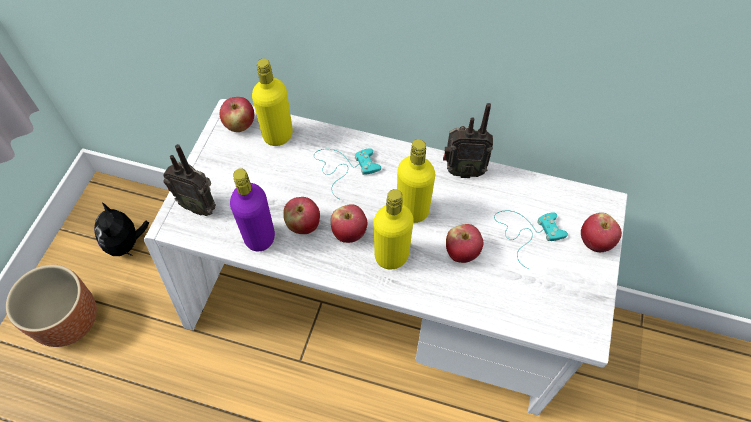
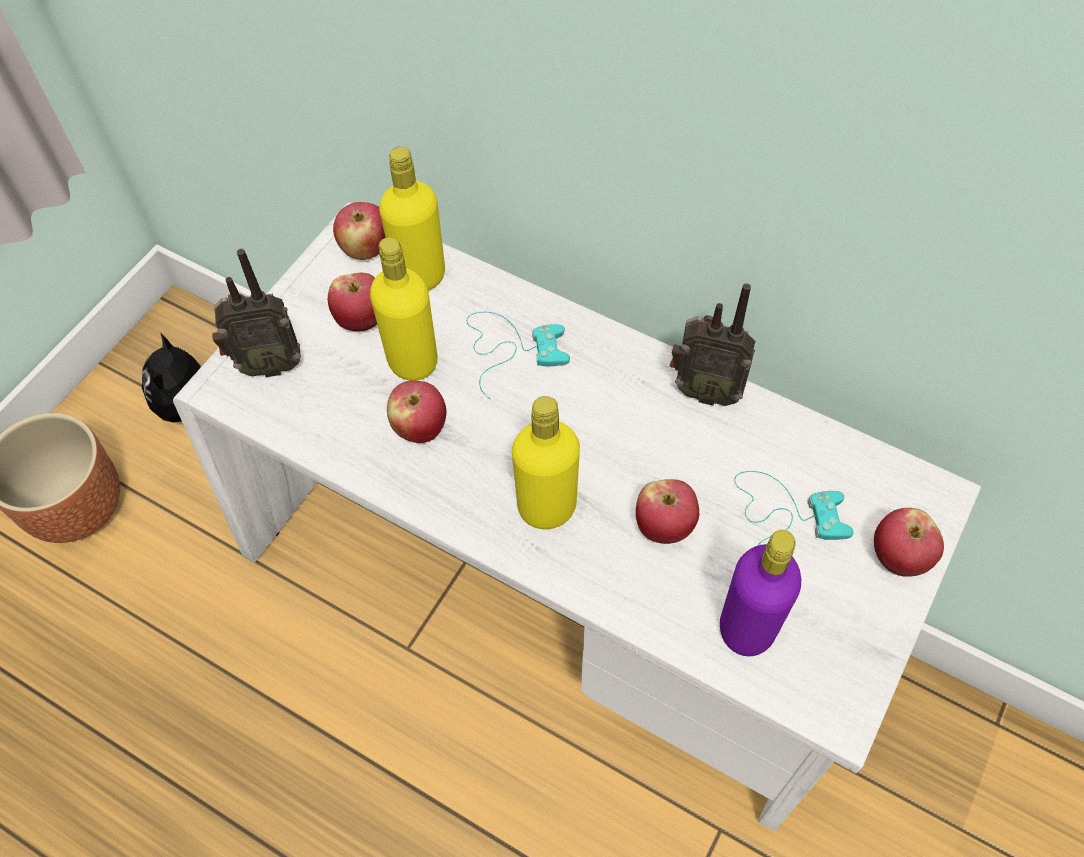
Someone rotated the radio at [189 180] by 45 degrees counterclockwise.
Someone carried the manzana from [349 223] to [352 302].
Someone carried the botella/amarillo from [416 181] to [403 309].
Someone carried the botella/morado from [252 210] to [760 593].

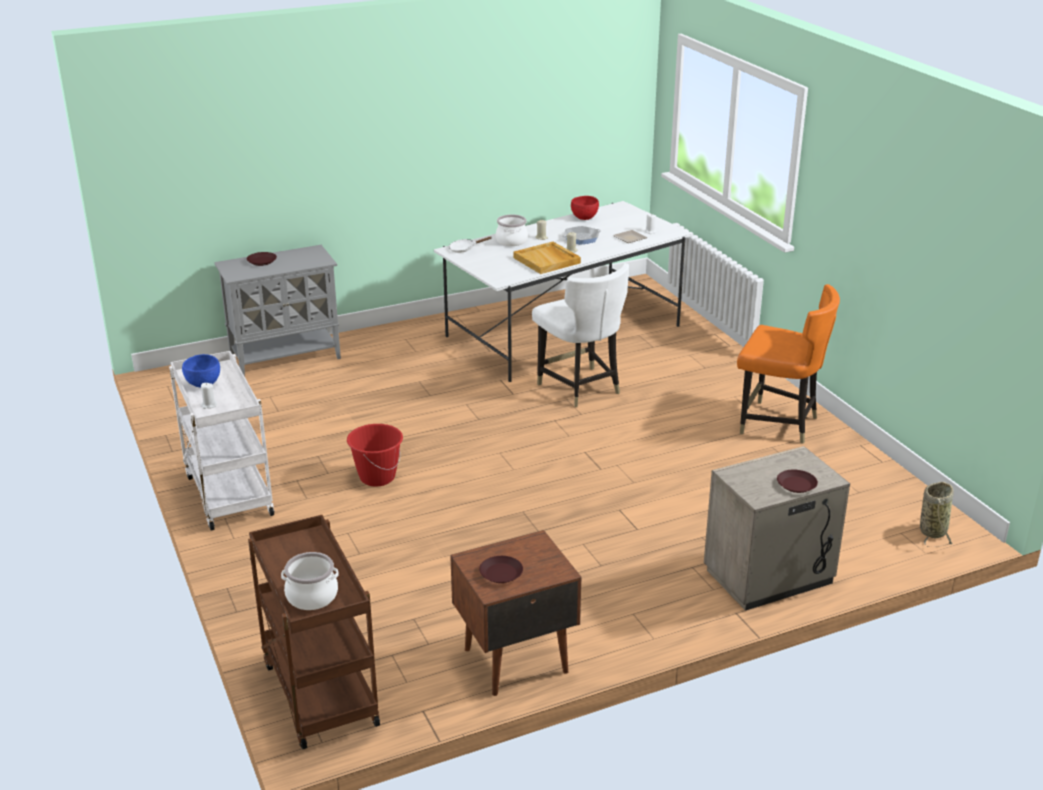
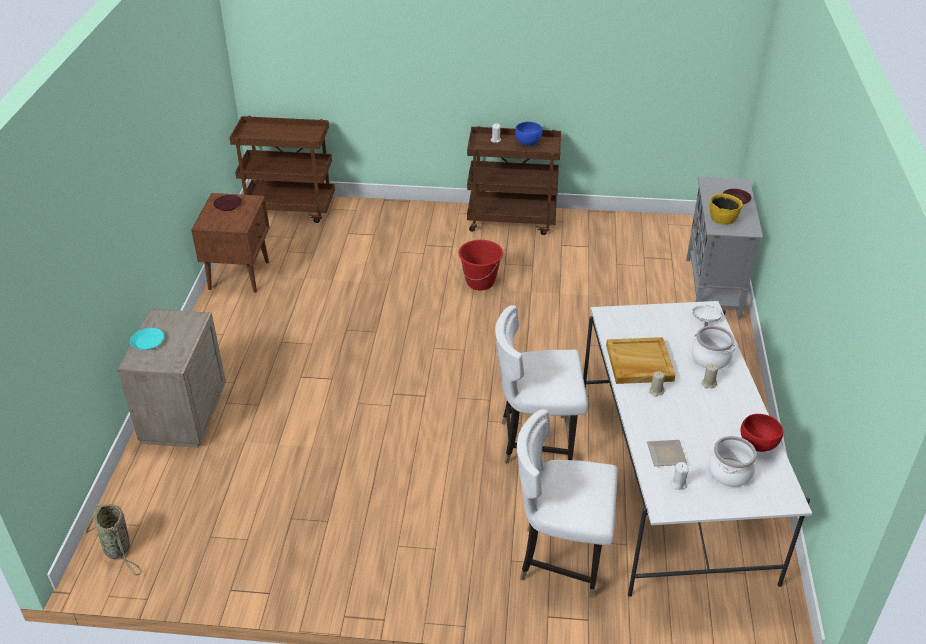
Someone repainted the plato/marrón at [797 481], which became the plato/turquesa at [147 339].
Someone repainted the carrito/blanco at [221 440], which became the carrito/marrón at [514 180].
Someone put down the silla/blanco at [567 503].
Someone carried the olla from [310 581] to [732 461].
Someone put down the cuenco/amarillo at [726 208].
Someone took away the sartén at [581 235].
Someone took away the silla/naranja at [788 364].

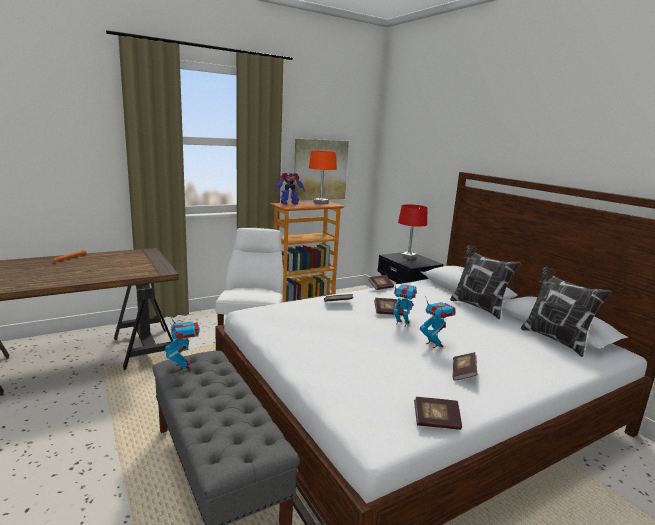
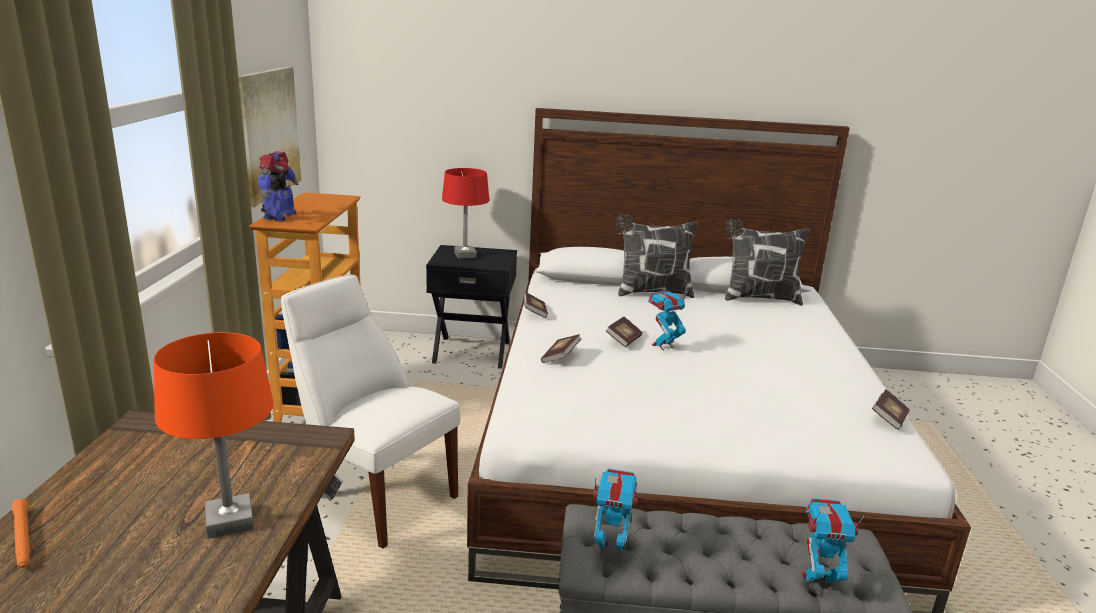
Someone carried the lámpara de mesa/naranja from [323 178] to [214 435].
Someone carried the robot de juguete from [437 322] to [832 546].
Someone took away the libro at [465 366].

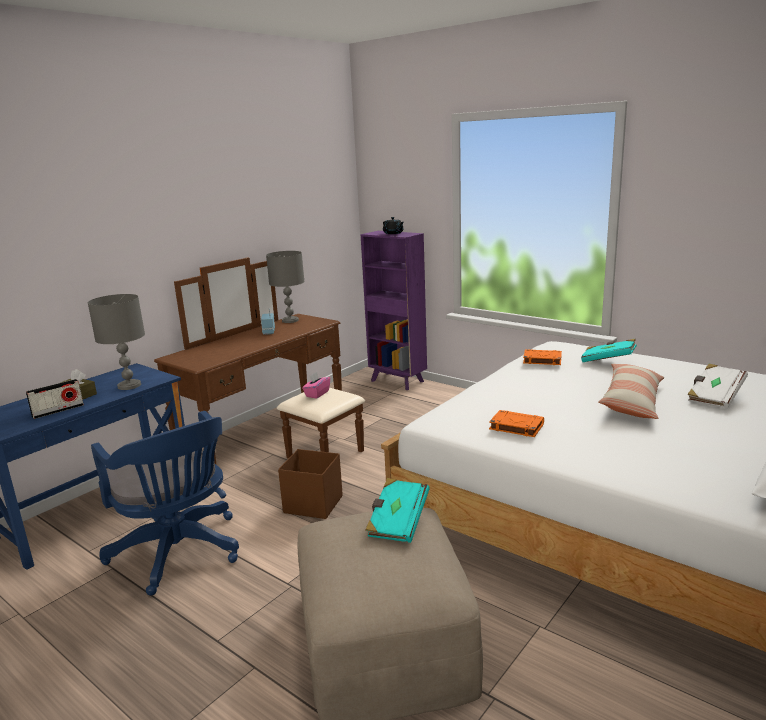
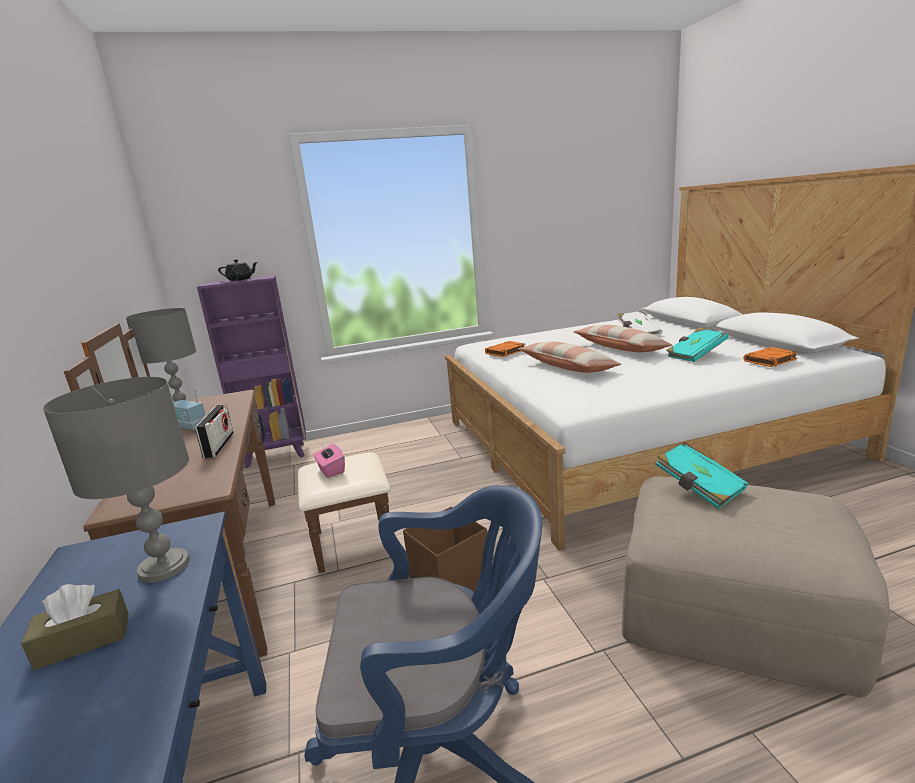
Someone carried the radio from [55 399] to [214 431].
Someone put down the cojín at [569 357].
Someone carried the libro/turquesa from [609 350] to [697 345].
Someone carried the libro/naranja from [516 423] to [770 357].

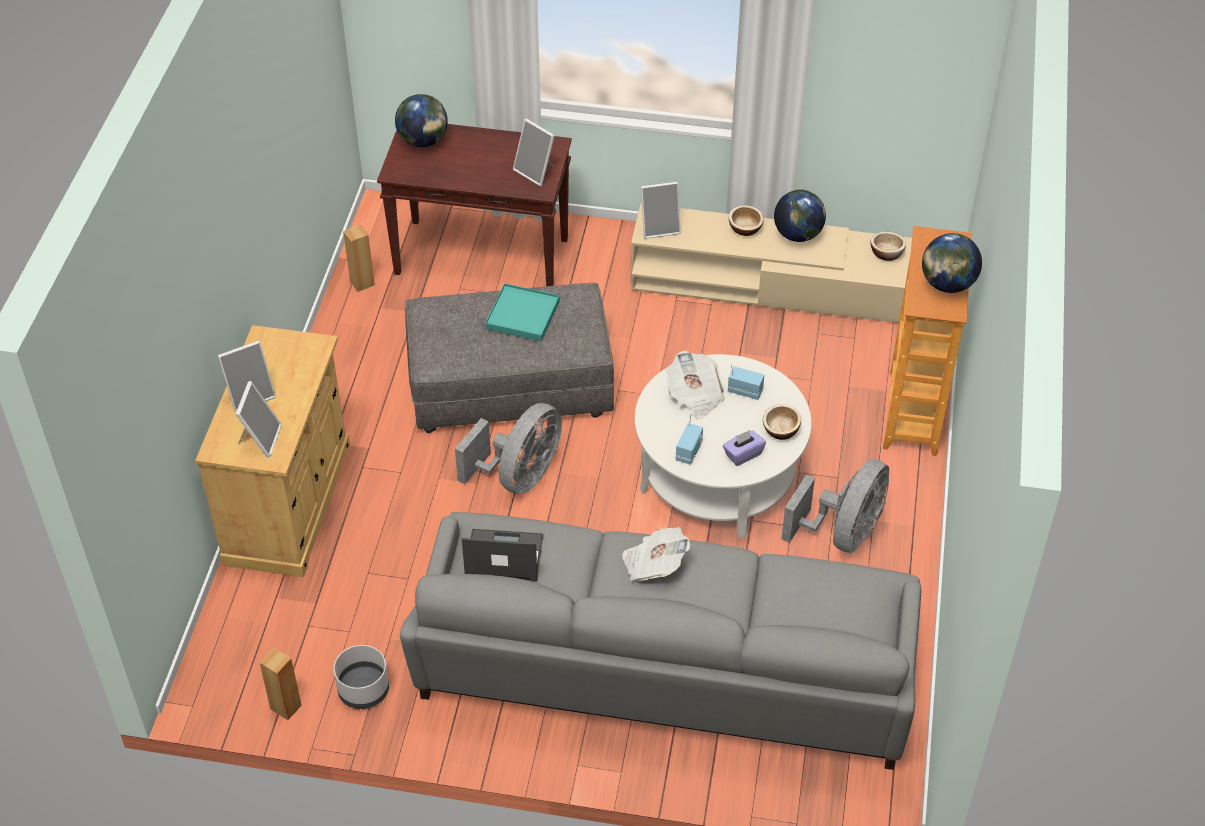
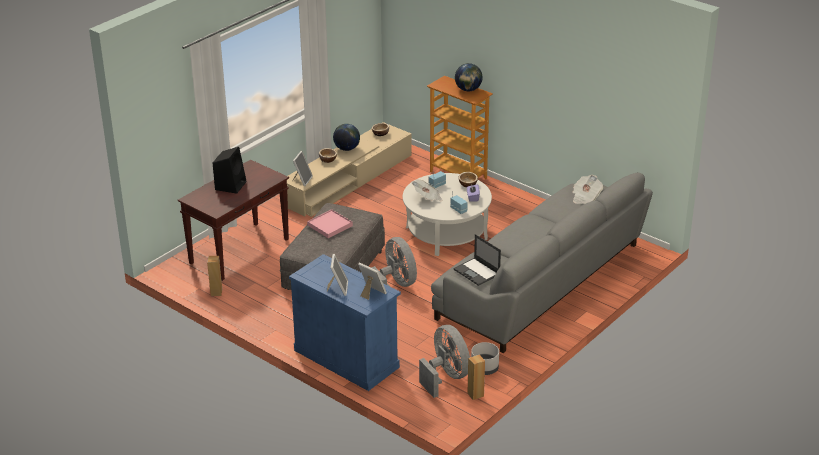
Someone put down the altavoz/negro at [230 170].
Someone repainted the armario/beis at [272 451], which became the armario/azul at [345 322].
Someone repainted the bandeja/turquesa at [522 312], which became the bandeja/rosa at [330 223].
Someone carried the ventilador/gris from [835 506] to [444 361].
Someone rotated the portátil at [502 555] by 75 degrees counterclockwise.
Someone carried the periódico from [656 554] to [587 189].
Someone took away the globo terráqueo at [421 120].
Someone took away the portarretratos at [534 152].

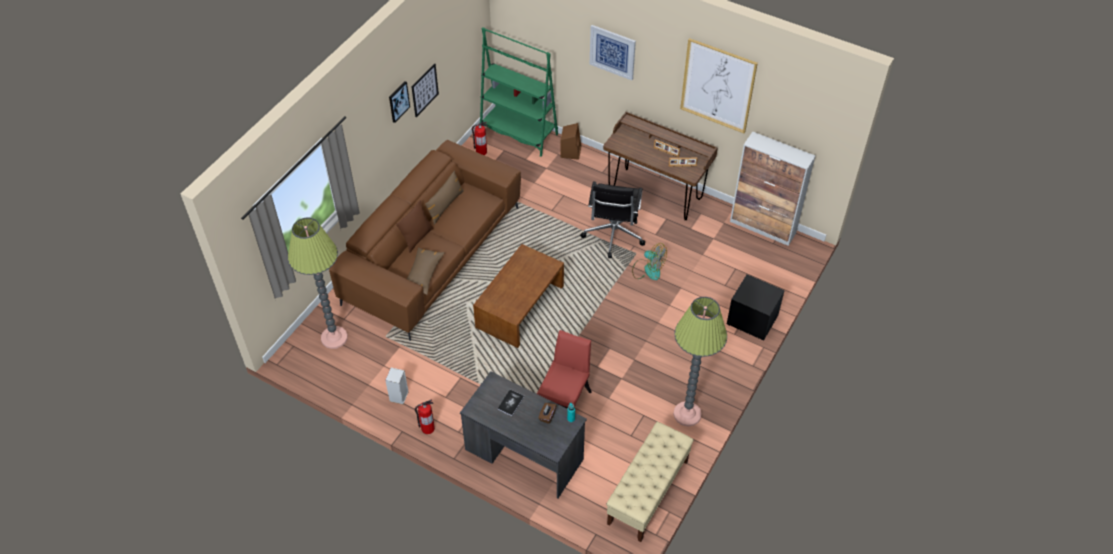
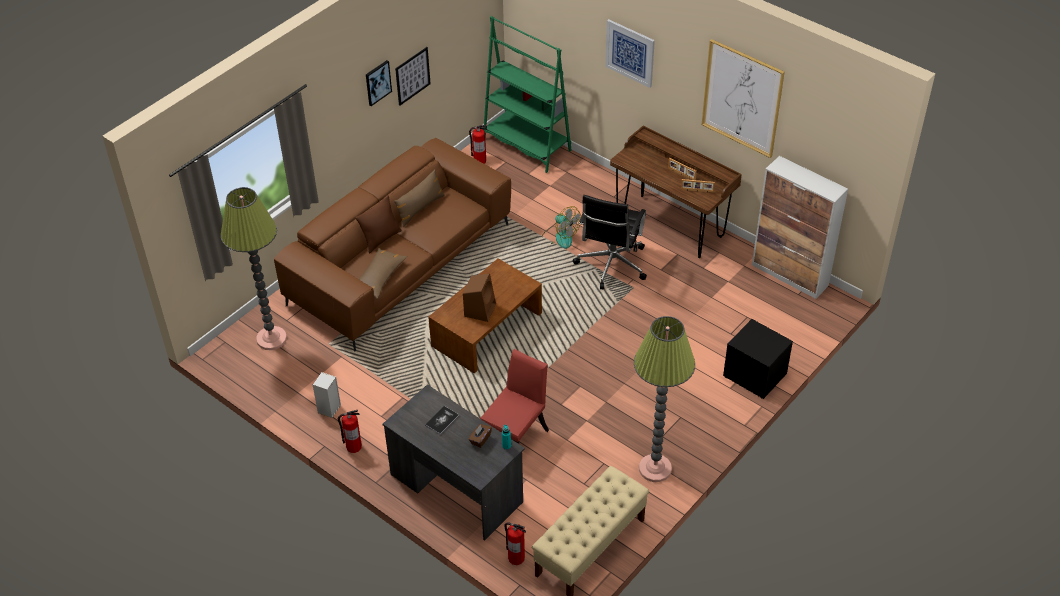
Someone carried the altavoz/marrón from [570 141] to [479 298].
Someone put down the extintor at [515 543].
Someone carried the ventilador from [649 261] to [561 227].

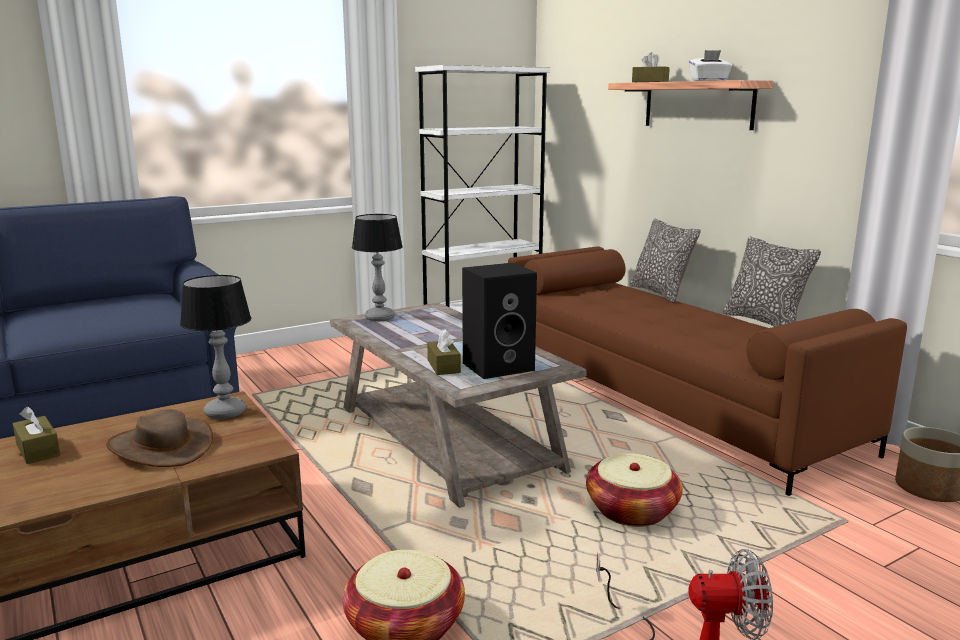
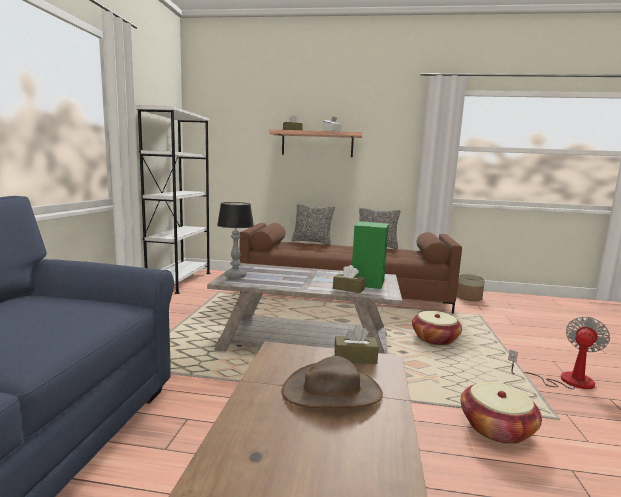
Someone carried the caja de pañuelos/marrón from [36 435] to [356 344].
Someone repainted the altavoz/negro at [499 321], which became the altavoz/verde at [370 255].
Someone took away the lámpara de mesa at [216 347].

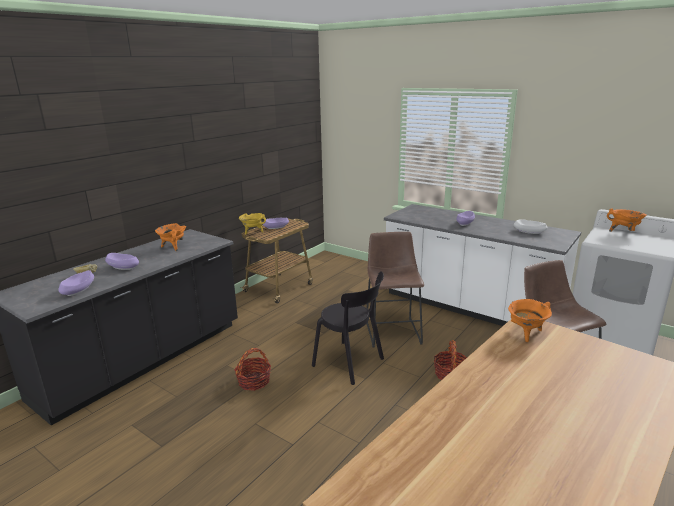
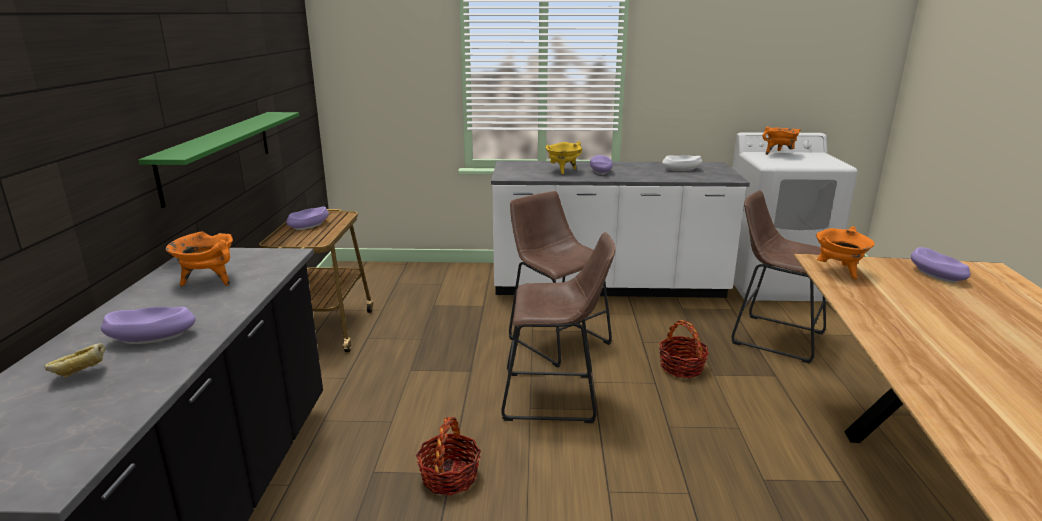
Someone put up the estante/verde at [218 160].
Someone swapped the silla/negro at [348 328] for the taburete/marrón at [558 327].
Someone carried the olla/amarillo from [252 224] to [564 157].
Someone carried the cuenco/morado from [76 283] to [940 265].

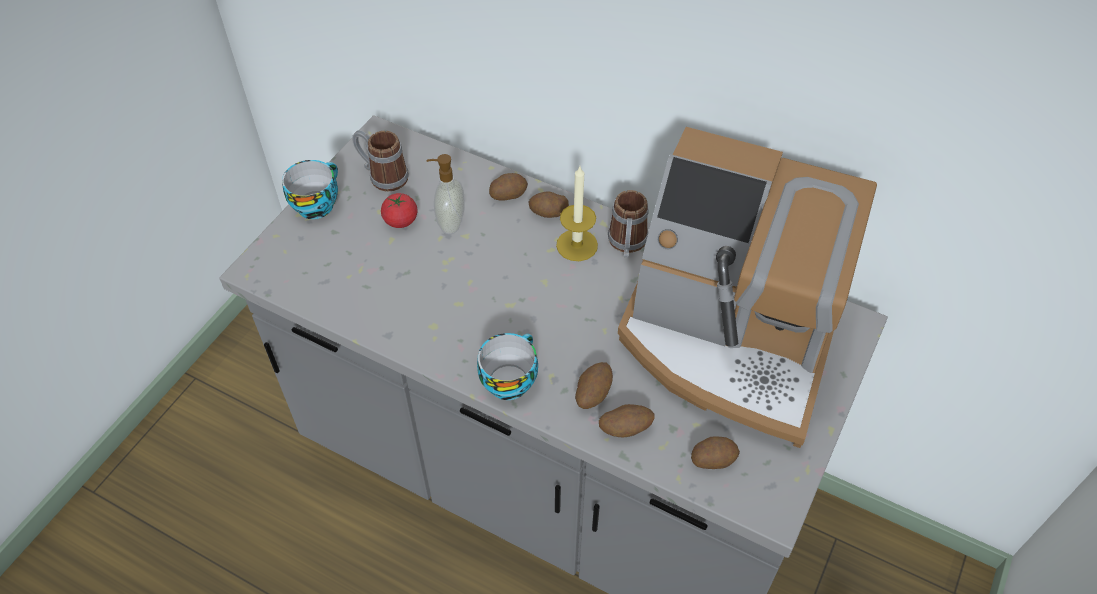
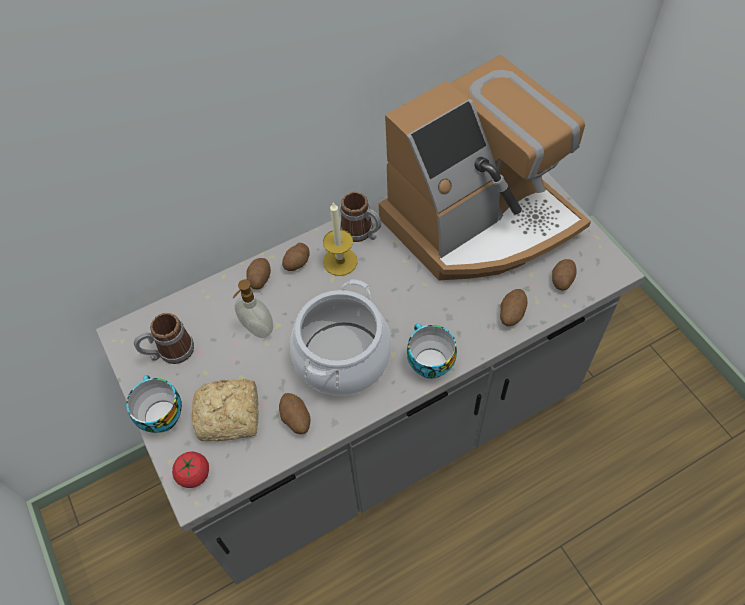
Someone carried the tomate from [399 210] to [190 470].
Someone put down the pan at [225 410].
Someone carried the patata from [594 385] to [294 413].
Someone put down the olla at [341 337].

